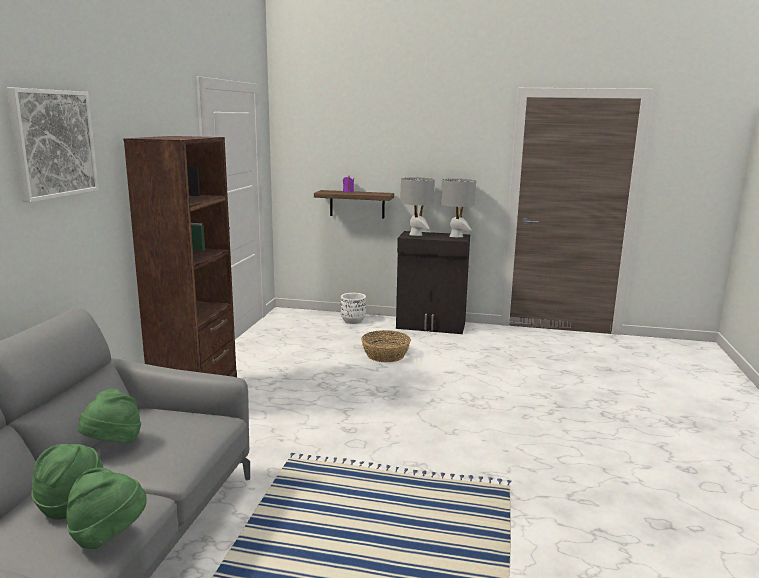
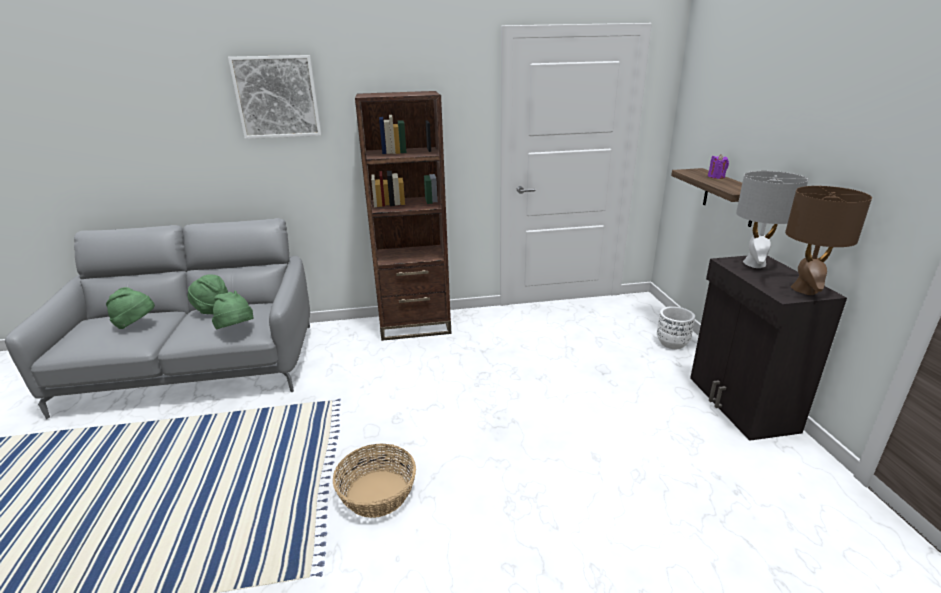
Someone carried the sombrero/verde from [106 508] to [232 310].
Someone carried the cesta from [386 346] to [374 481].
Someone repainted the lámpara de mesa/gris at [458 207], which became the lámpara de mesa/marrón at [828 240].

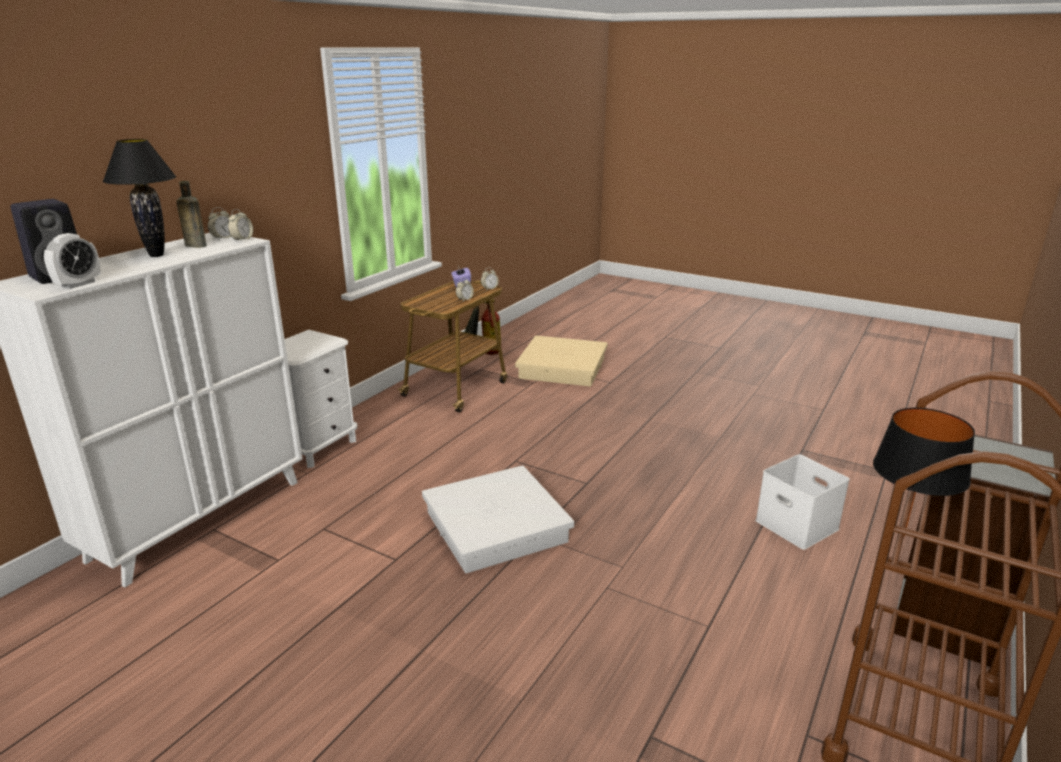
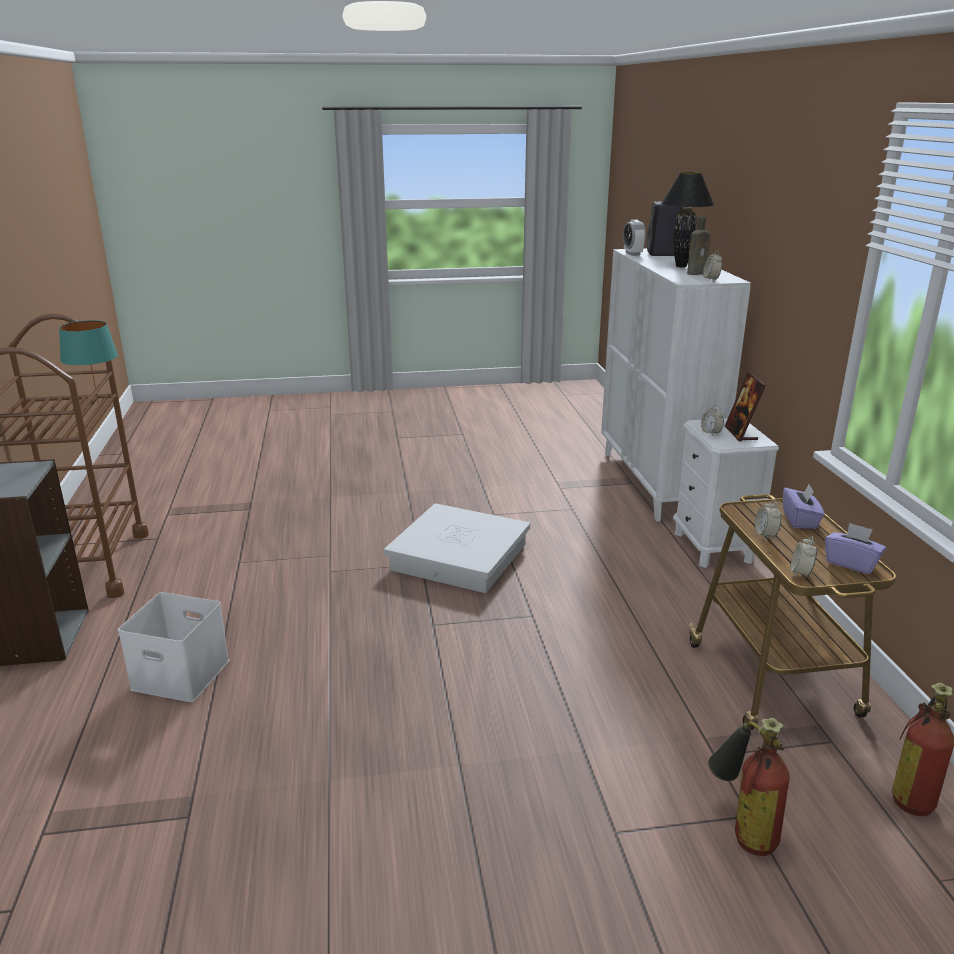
Someone repainted the lámpara de mesa/negro at [924 472], which became the lámpara de mesa/turquesa at [88 361].
Someone carried the despertador from [240 225] to [712 420].
Someone swapped the caja de almacenaje/beis at [561 361] for the extintor at [749 787].
Someone put down the portarretratos at [745 407].
Someone put down the caja de pañuelos/morado at [804 506].

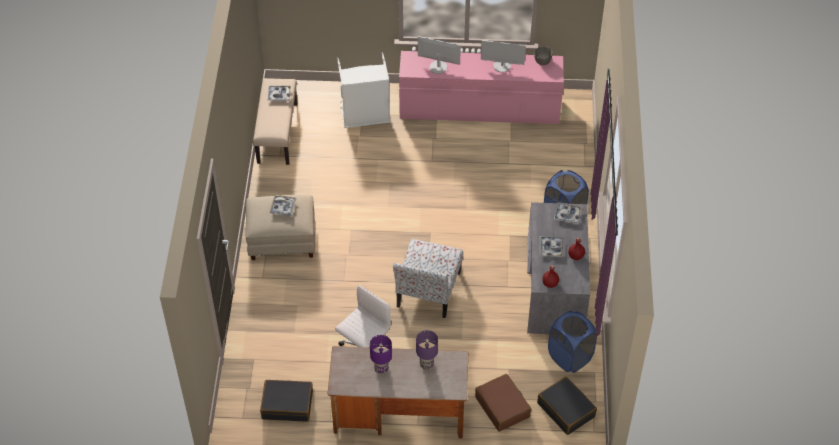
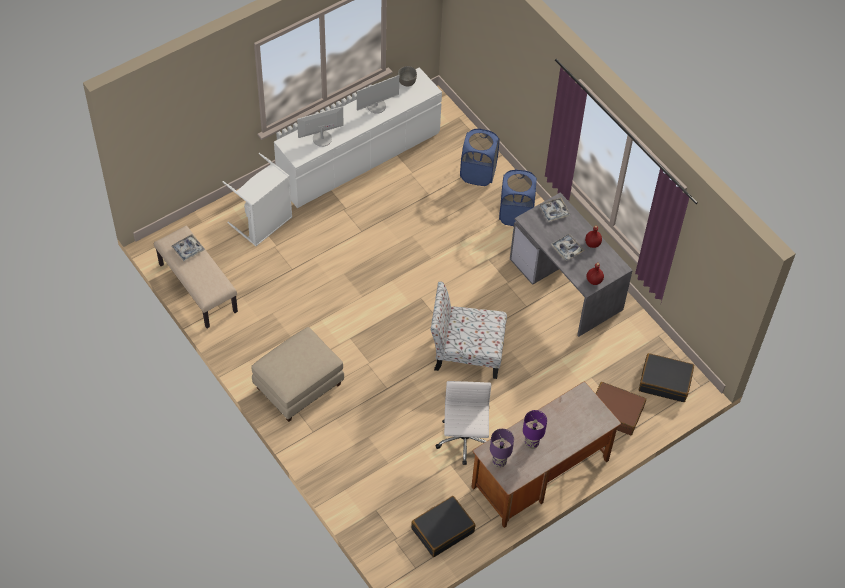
Someone repainted the cómoda/rosa at [481 87], which became the cómoda/blanco at [358 137].
Someone rotated the silla at [428 278] by 120 degrees clockwise.
Someone carried the cesto de la ropa/azul from [572 342] to [479 157].
Someone carried the lámpara de mesa/morado from [427 350] to [502 448].
Someone took away the bandeja at [283 205].

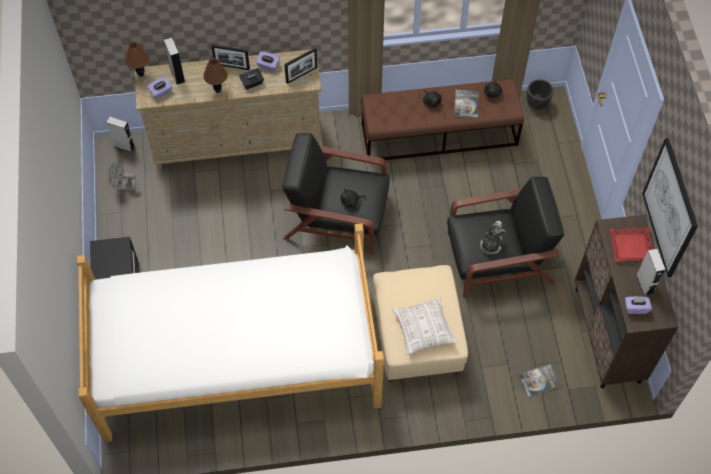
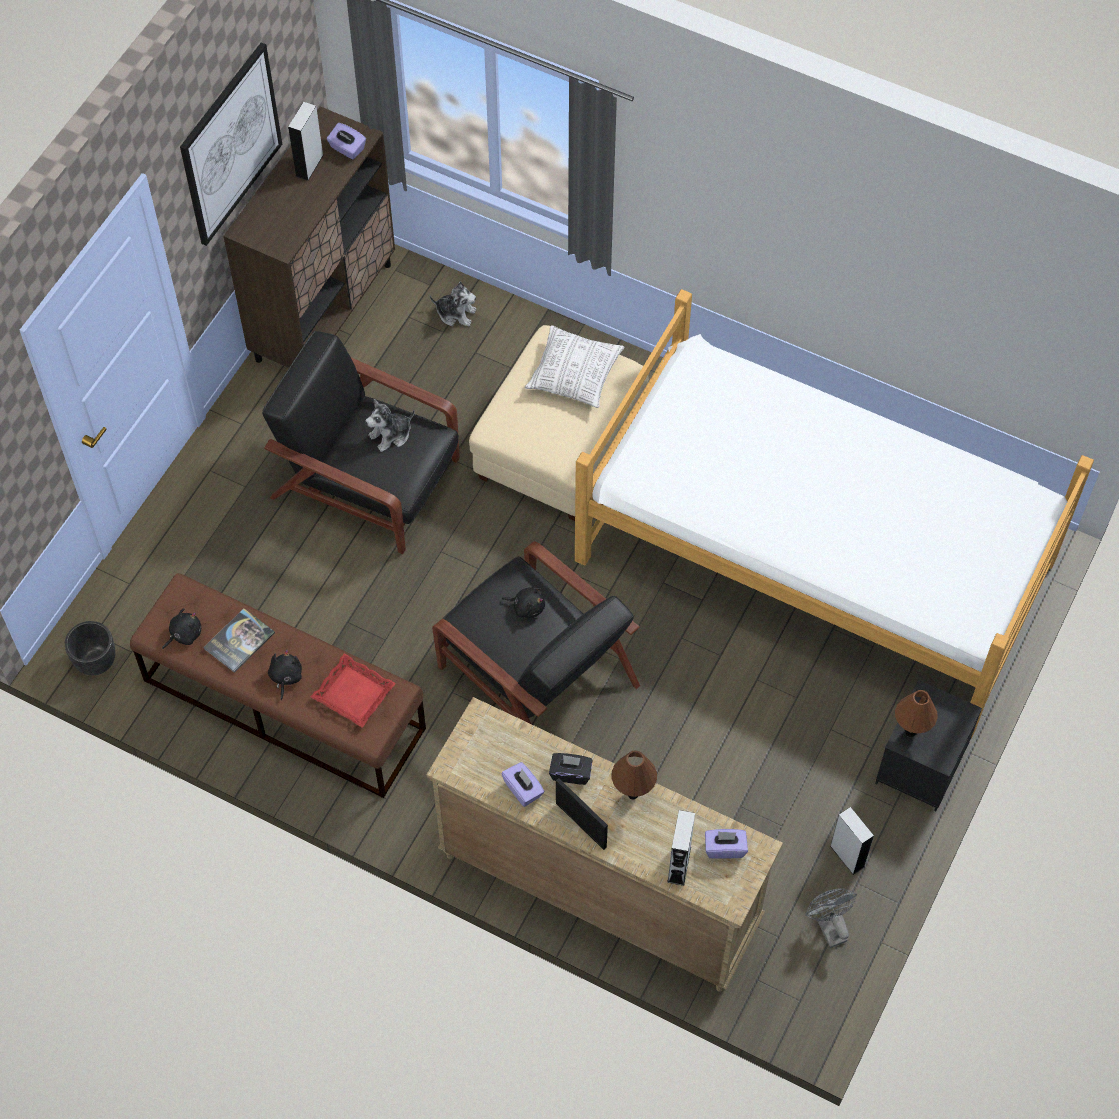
Someone carried the bandeja/rojo from [631 244] to [353 690].
Someone swapped the libro at [539 380] for the peluche at [453 304].
Someone rotated the ventilador/gris at [122 175] by 150 degrees counterclockwise.
Someone carried the altavoz/gris from [120 134] to [852 841].
Someone carried the lámpara de mesa/marrón from [137 59] to [916 713].
Someone took away the portarretratos at [300 66].

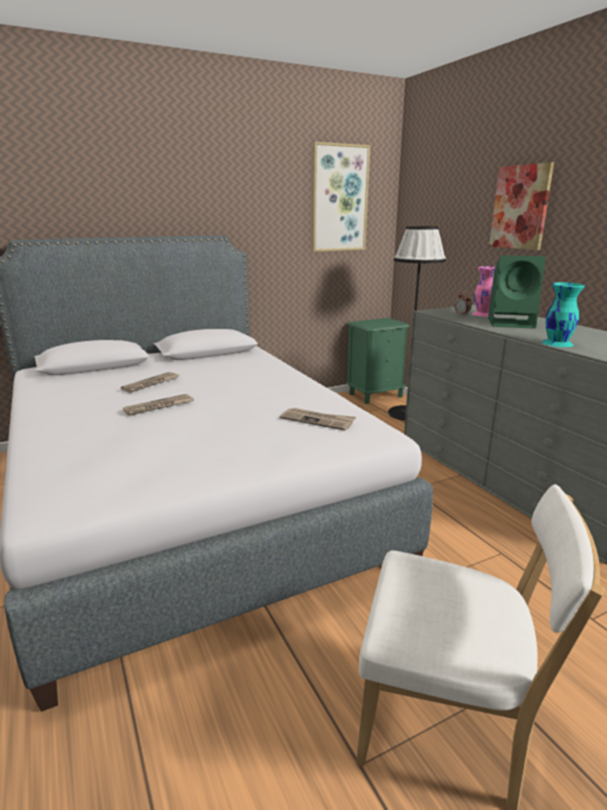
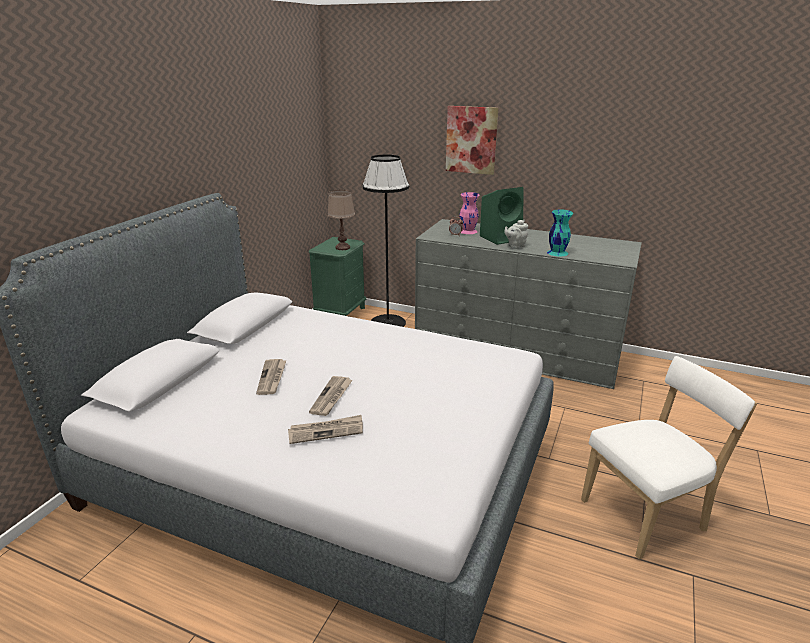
Someone carried the periódico from [318 419] to [325 429].
Someone put down the lámpara de mesa/marrón at [341 220].
Someone put down the tetera/gris at [516 234].
Someone took away the cuadro at [341 197].

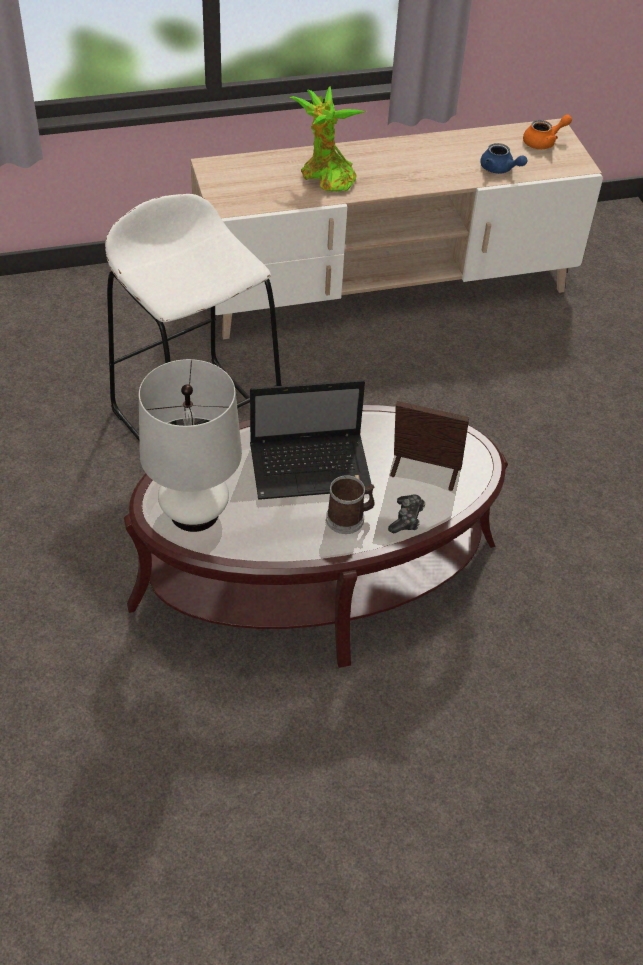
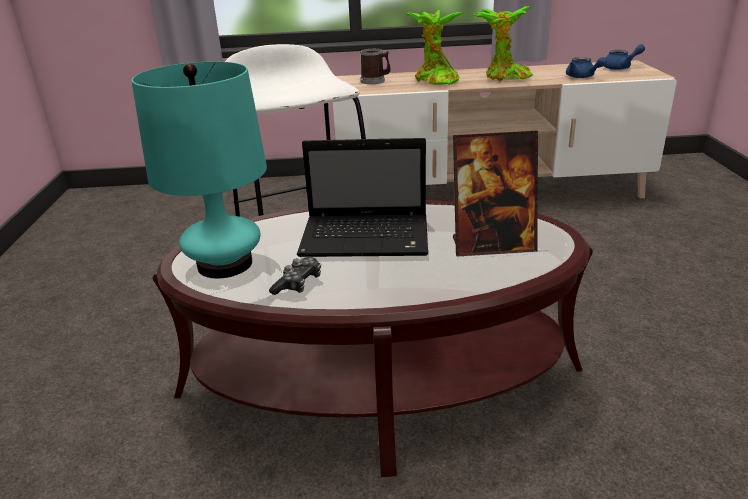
Someone repainted the lámpara de mesa/blanco at [190 445], which became the lámpara de mesa/turquesa at [199 170].
Someone carried the mando de consola from [406 513] to [295 276].
Someone carried the taza grande from [350 504] to [375 66].
Someone rotated the portarretratos at [429 446] by 150 degrees clockwise.
Someone put down the planta en maceta at [503 44].
Someone repainted the tetera/naranja at [547 131], which became the tetera/azul at [624 57].

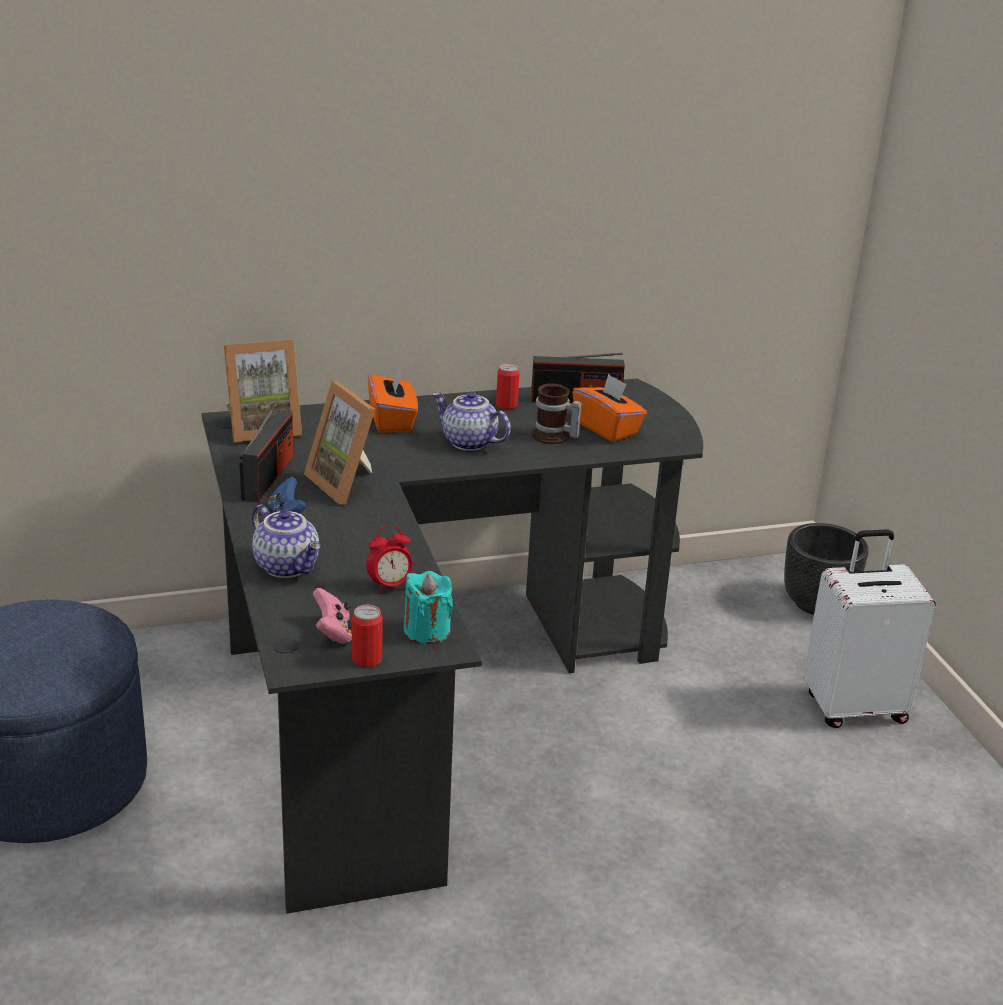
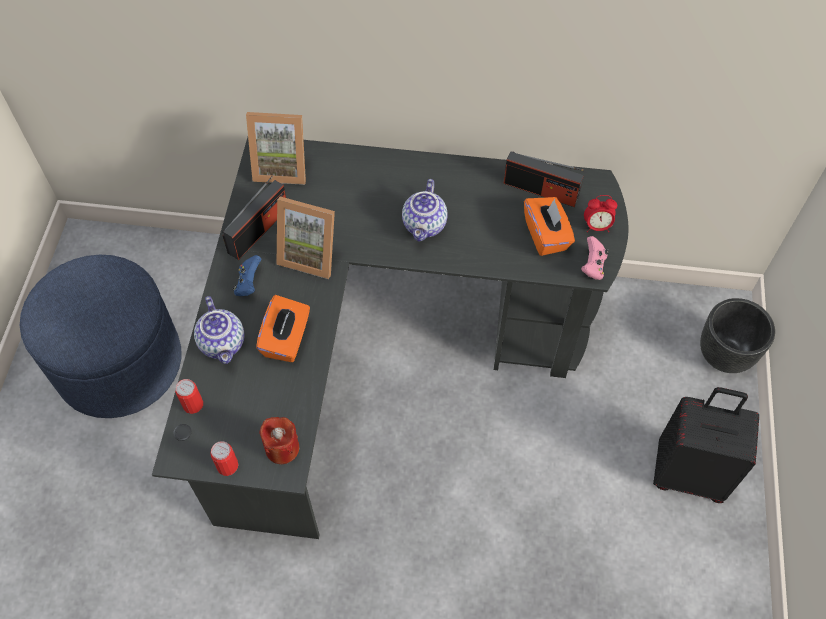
Someone carried the lata from [508 386] to [189 396].
Someone carried the caja de pañuelos/naranja from [393 399] to [283 328].
Someone repainted the vela/turquesa at [428 607], which became the vela/rojo at [279 440].
Someone rotated the portarretratos at [339 443] by 60 degrees counterclockwise.
Someone rotated the tetera at [471 421] by 135 degrees counterclockwise.
Someone carried the mando de consola/rosa from [332 616] to [595 258].
Someone carried the despertador from [389 559] to [600 213].
Someone repainted the maleta/blanco at [869 628], which became the maleta/negro at [706 445].
Someone took away the taza grande at [556 413].

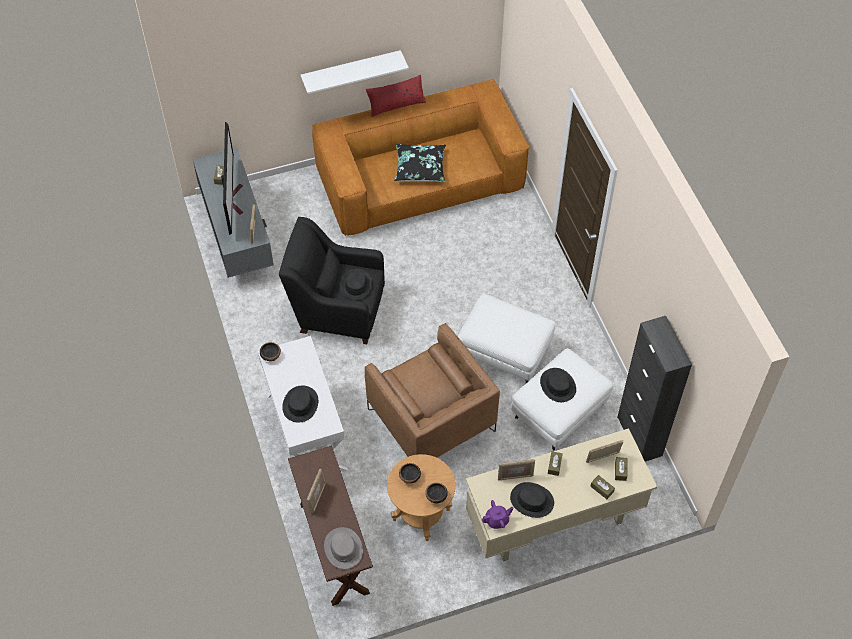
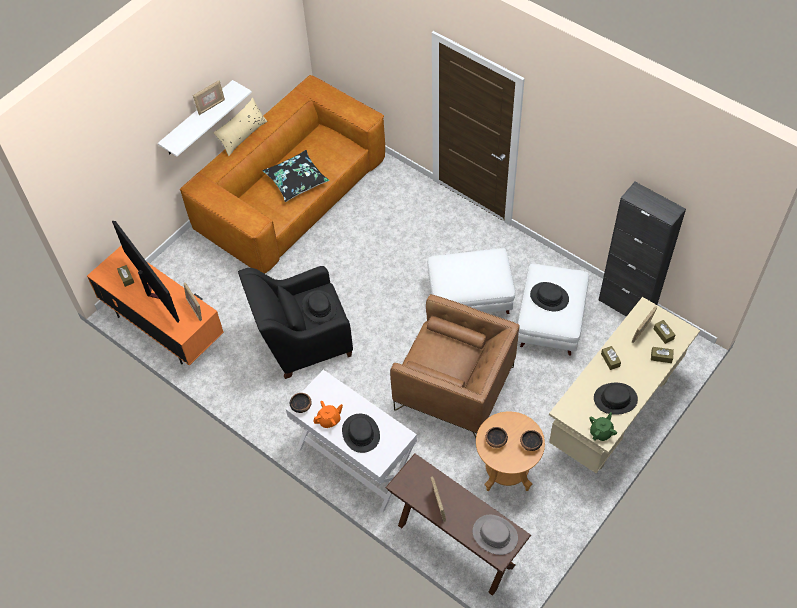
Someone repainted the mueble de televisión/gris at [233 213], which became the mueble de televisión/naranja at [155 305].
Someone carried the portarretratos from [516 469] to [209 97].
Someone repainted the cojín/rojo at [396 96], which became the cojín/beis at [240 126].
Someone put down the tetera/naranja at [328 414].
Someone repainted the tetera/morado at [498 514], which became the tetera/verde at [603 426].

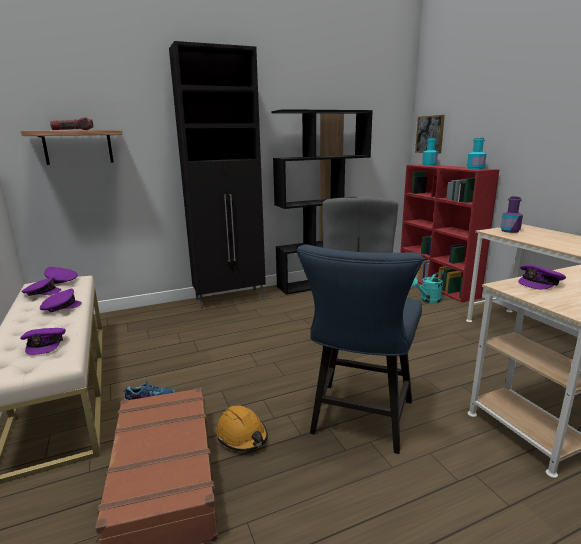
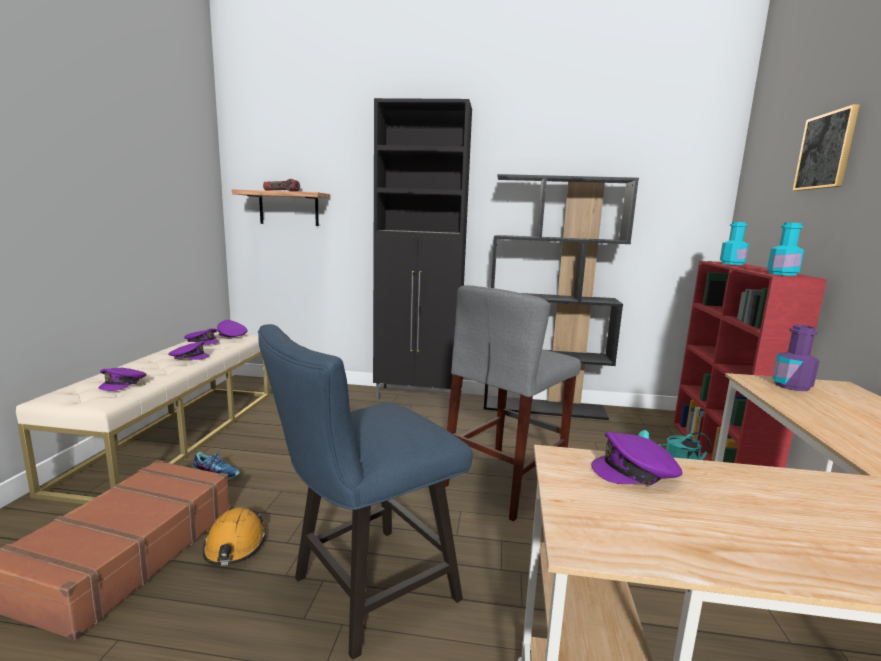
Someone carried the cuadro from [430 134] to [826 147].

